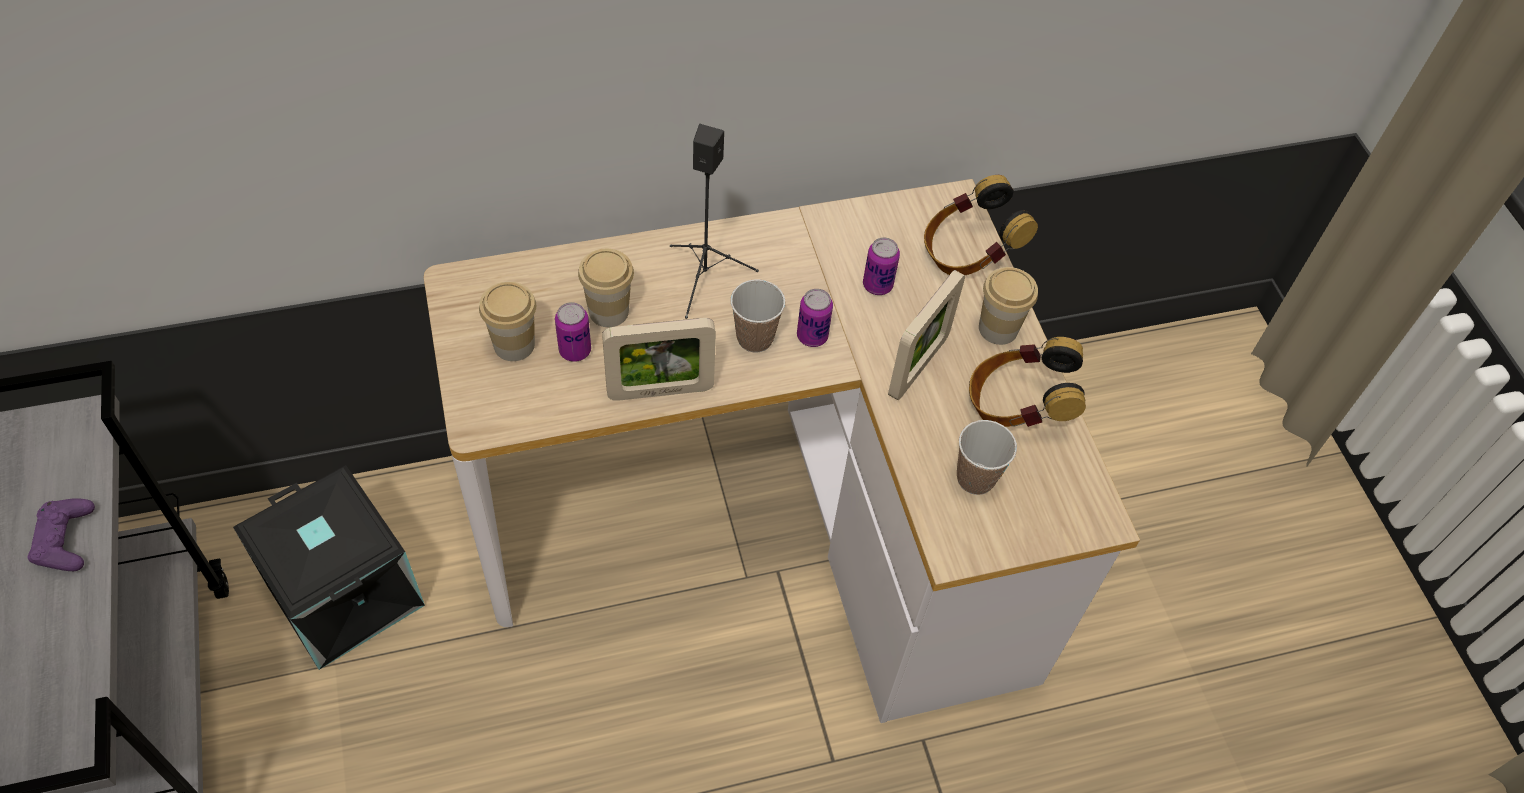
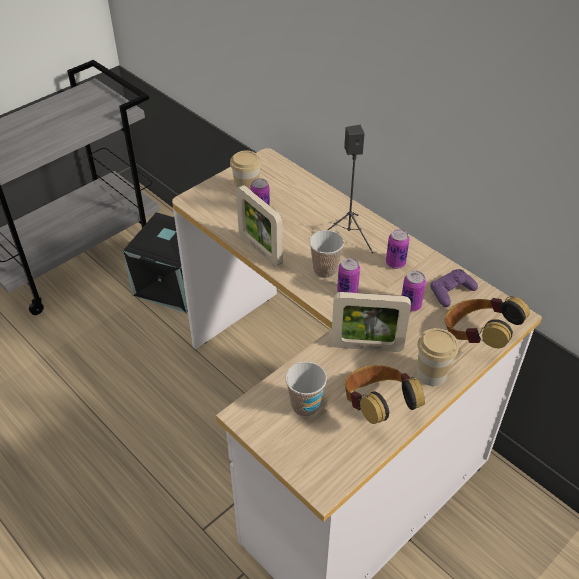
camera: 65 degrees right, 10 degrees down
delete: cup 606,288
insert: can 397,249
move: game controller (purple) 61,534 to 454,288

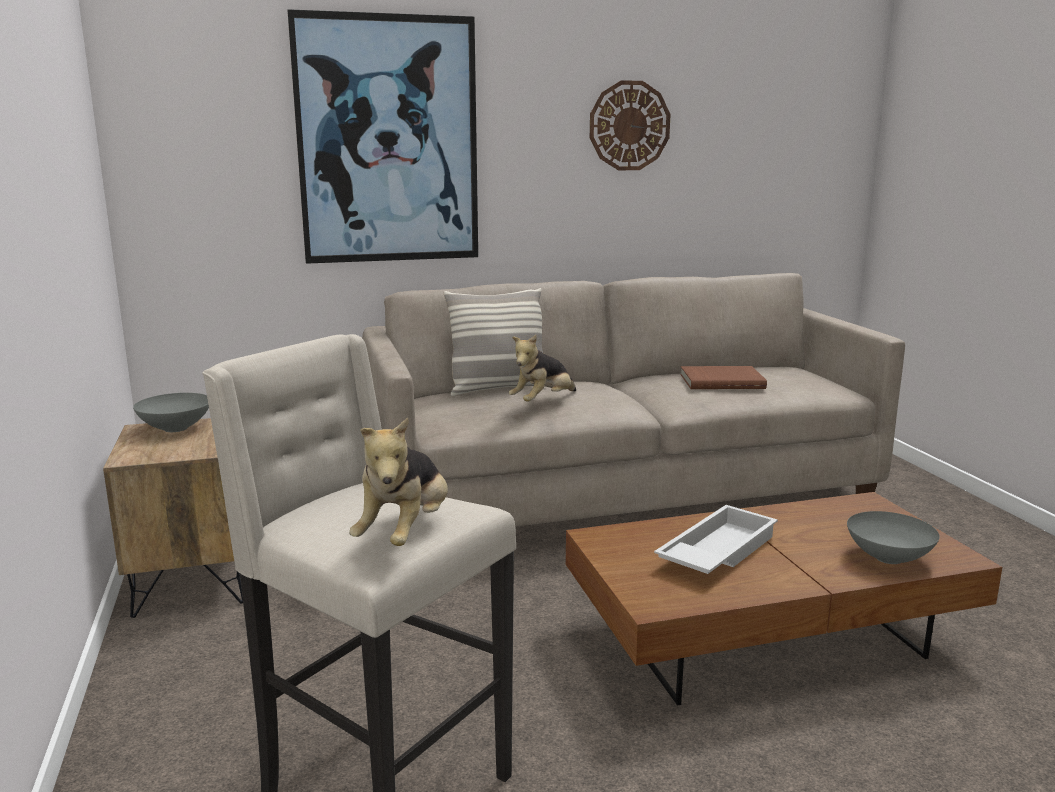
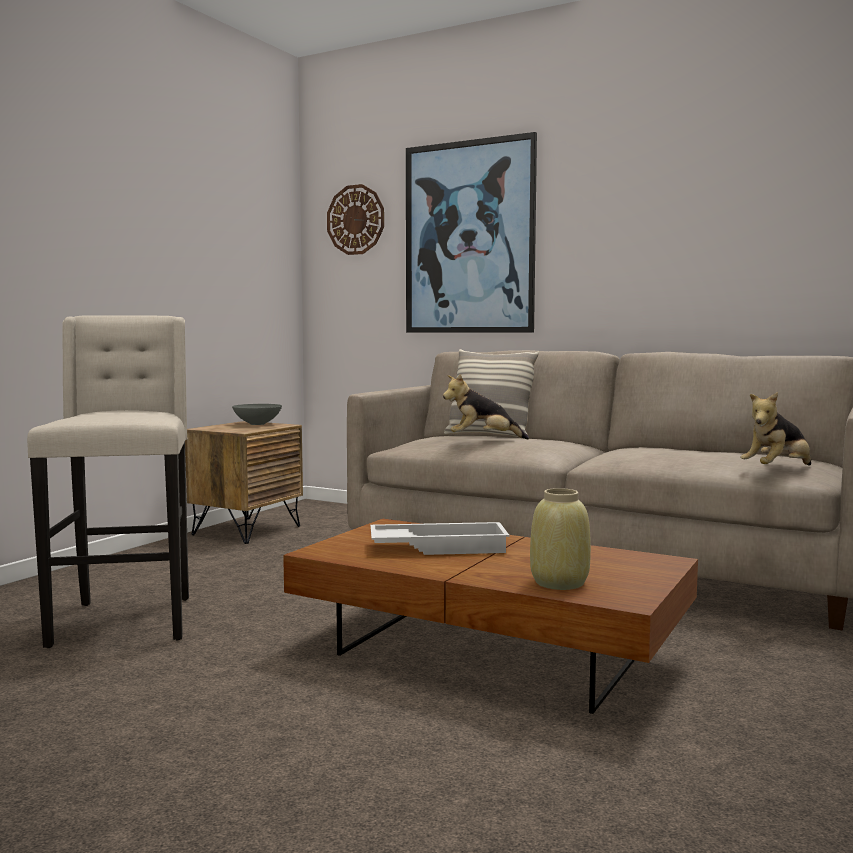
camera: 45 degrees right, 10 degrees down
delete: book (brown) 723,377
move: plush toy 398,482 to 775,429; wall clock 630,125 to 355,219
replace: bowl (grey) 893,537 to vase (beige) 560,539

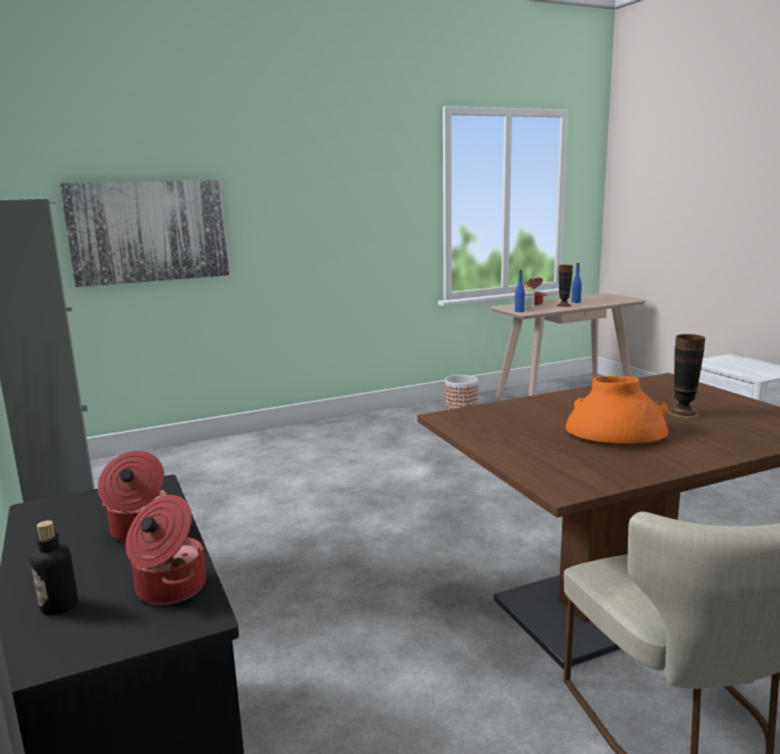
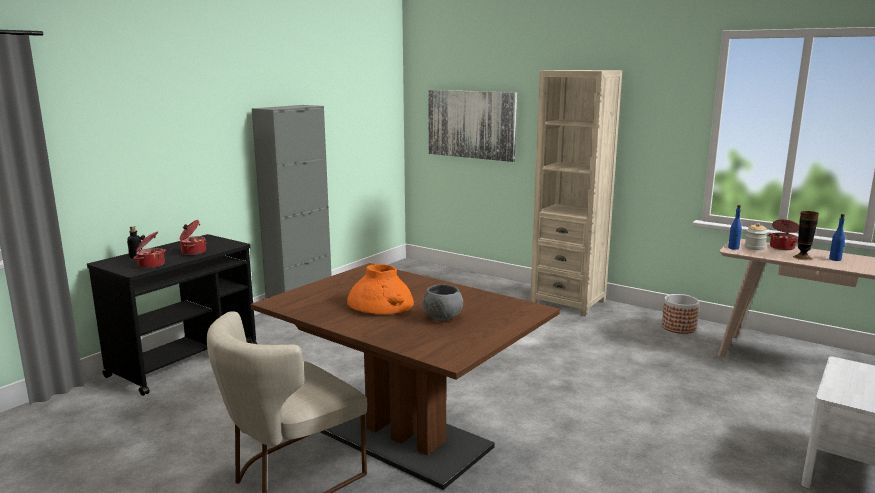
camera: 60 degrees right, 0 degrees up
insert: bookcase (beige) 576,193
replace: vase 686,376 to bowl (grey) 443,302

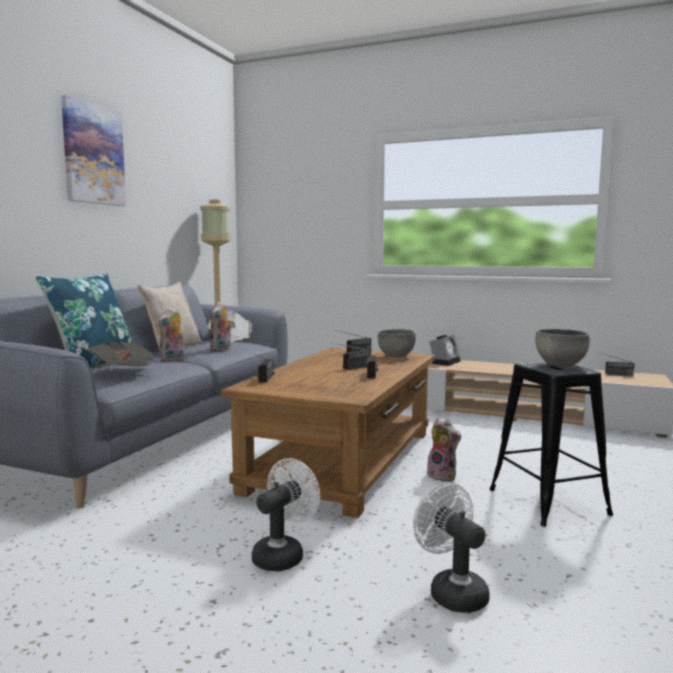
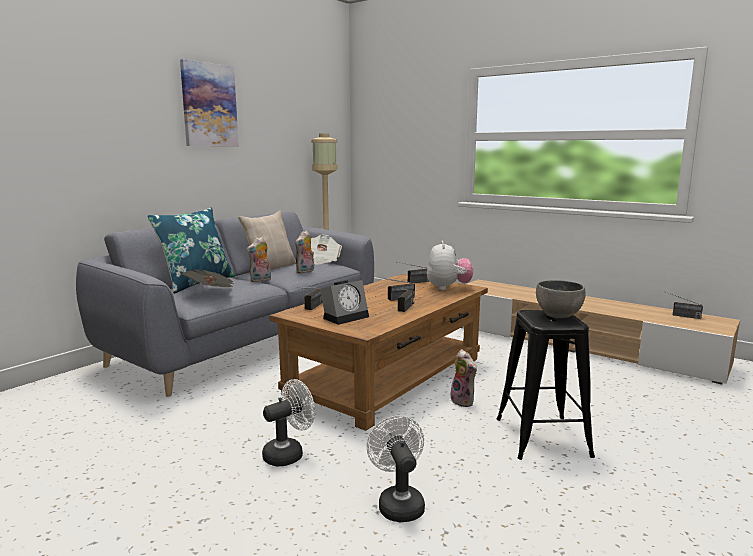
camera: 15 degrees right, 5 degrees up
move: alarm clock 445,350 to 344,302
replace: bowl (grey) 397,343 to plush toy 450,265

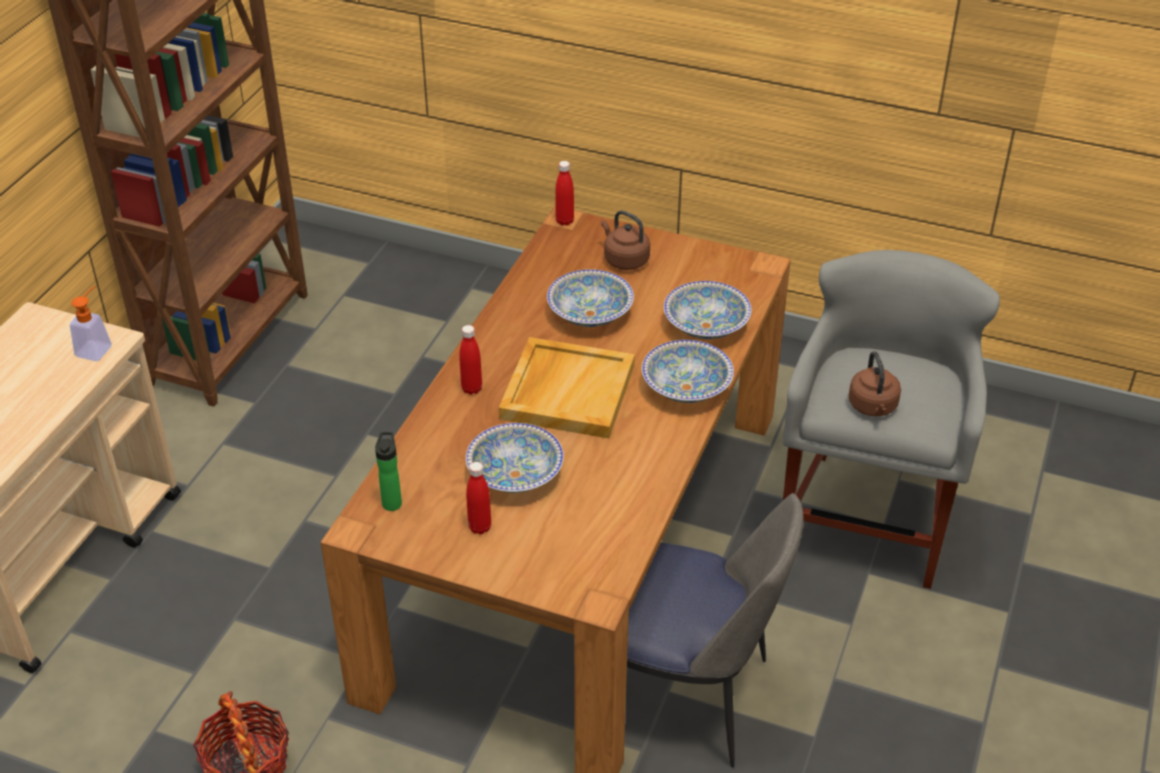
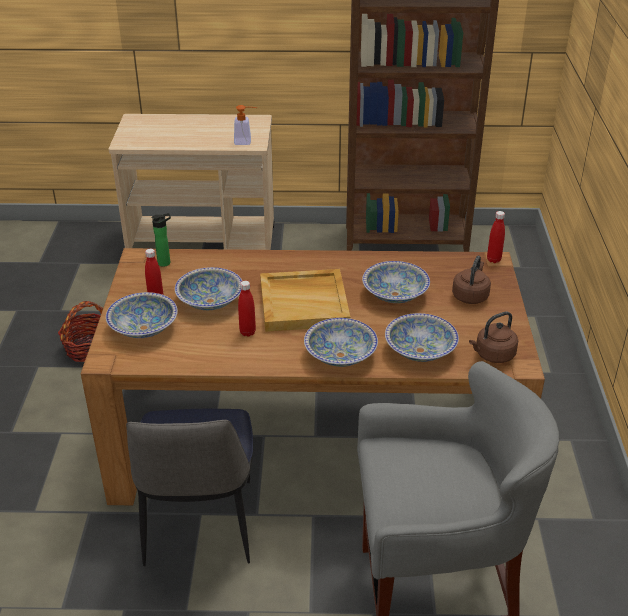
camera: 70 degrees right, 5 degrees down
insert: bowl 142,315
move: bottle (red) 470,360 to 247,309; kettle (brown) 875,383 to 493,337

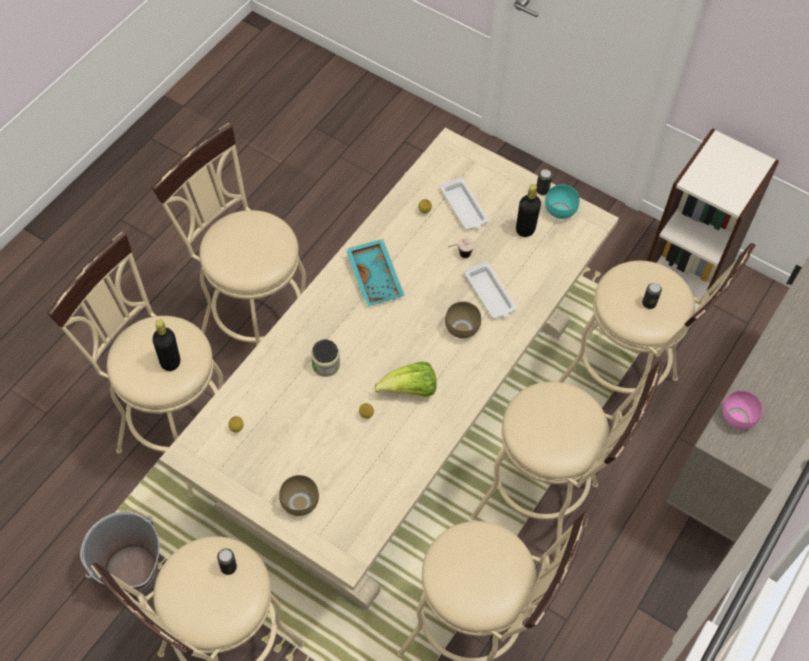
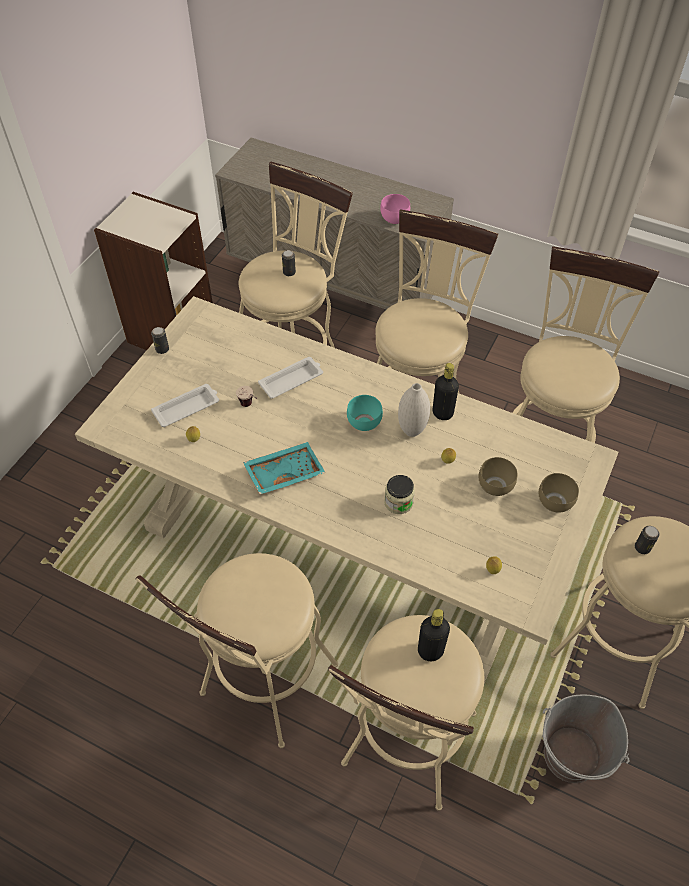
camera: 95 degrees left, 5 degrees down
move: bowl (brown) 463,319 to 498,476; bottle (black) 528,210 to 446,391; bowl (turquoise) 562,201 to 365,413
replace: lettuce 406,379 to vase (white) 414,410

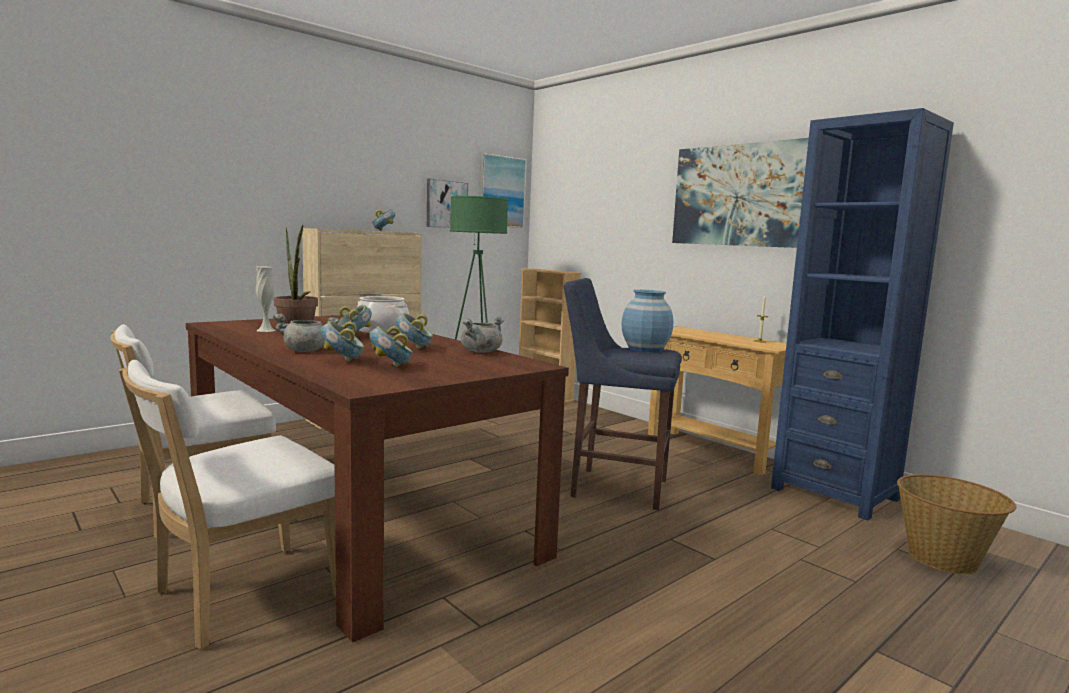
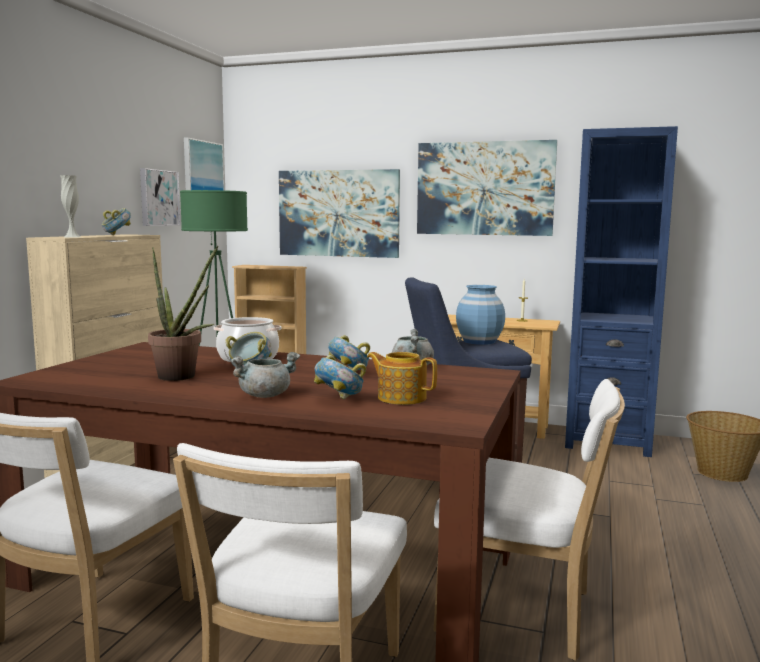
camera: 30 degrees left, 0 degrees up
insert: picture 339,213; chair (white) 529,520
move: vase (white) 266,299 to 70,206
replace: bowl 391,346 to teapot 402,378

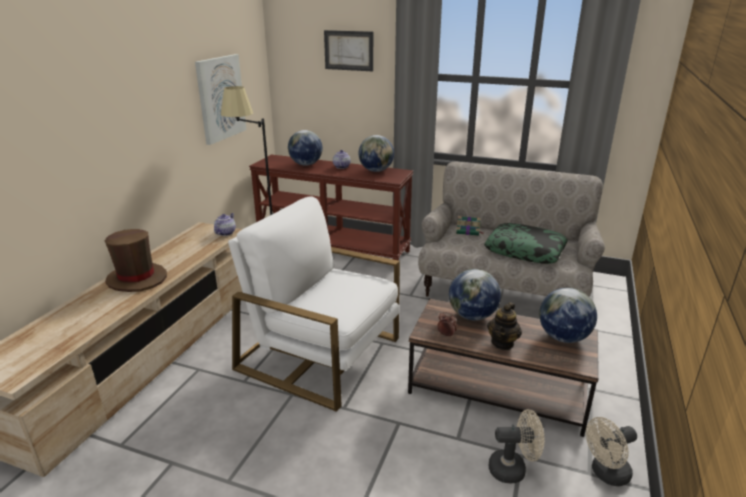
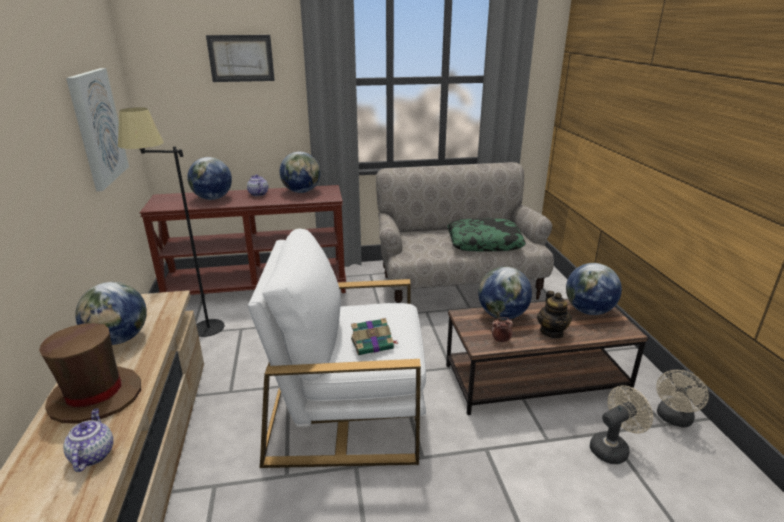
camera: 30 degrees left, 0 degrees up
insert: globe 111,313
move: teapot 225,224 to 88,440; book 469,226 to 374,336

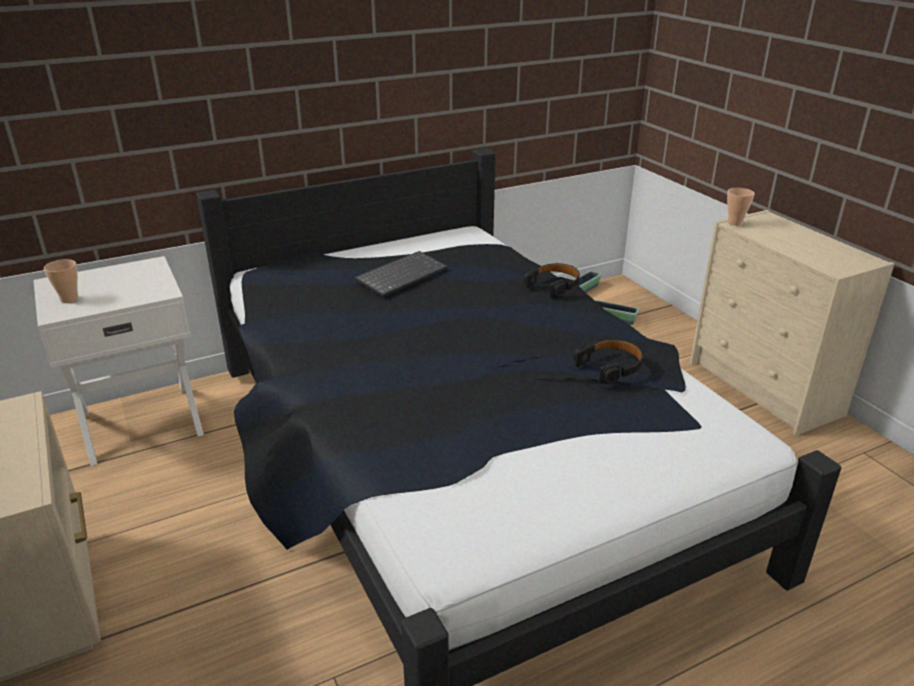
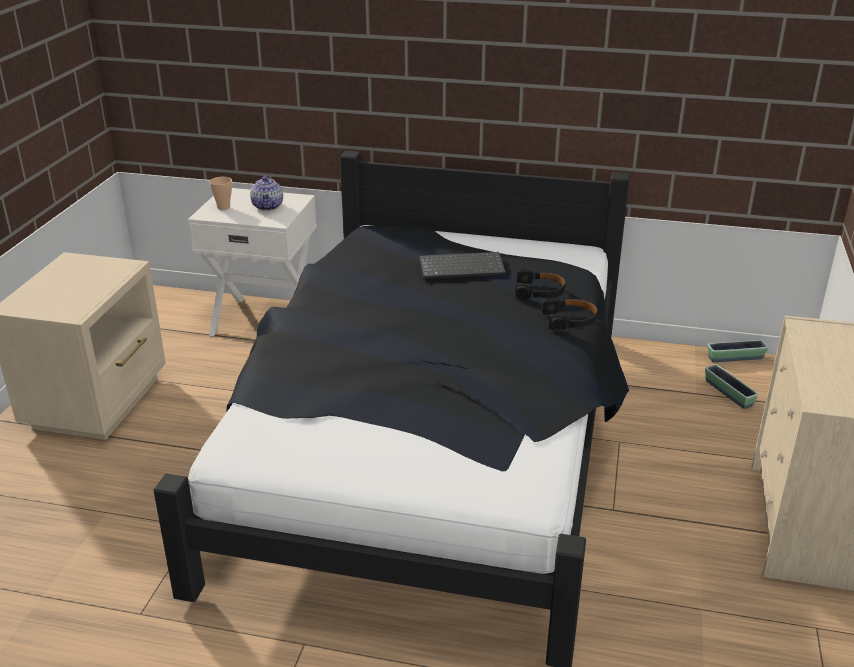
camera: 40 degrees right, 0 degrees up
delete: cup 741,207
insert: teapot 266,193
move: headphones (black) 608,361 to 540,284

